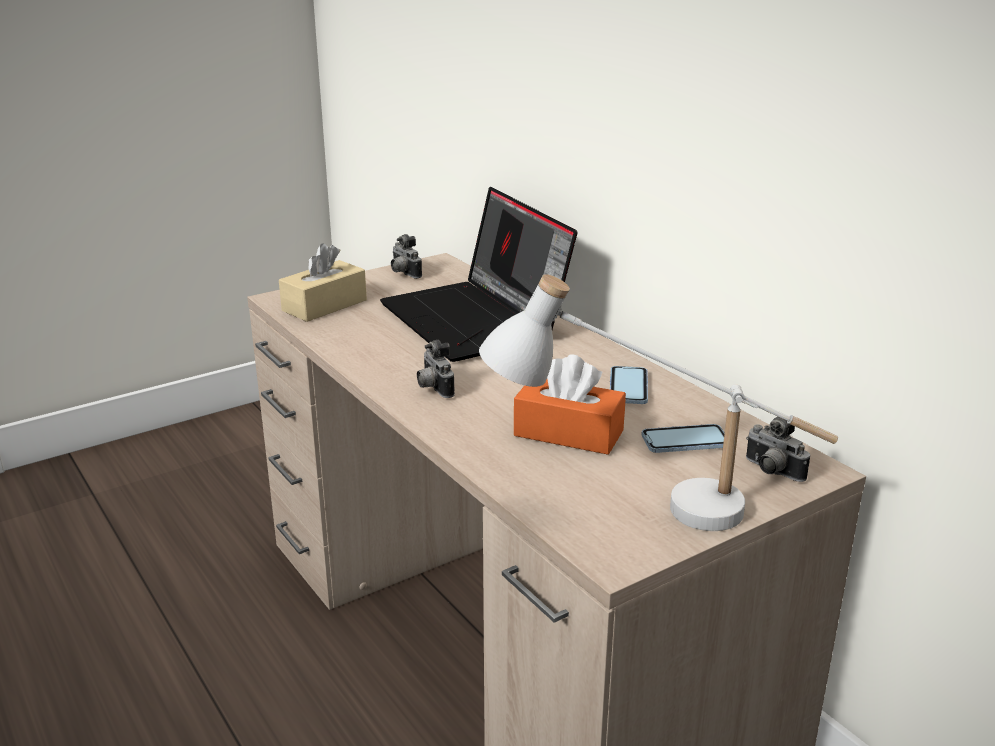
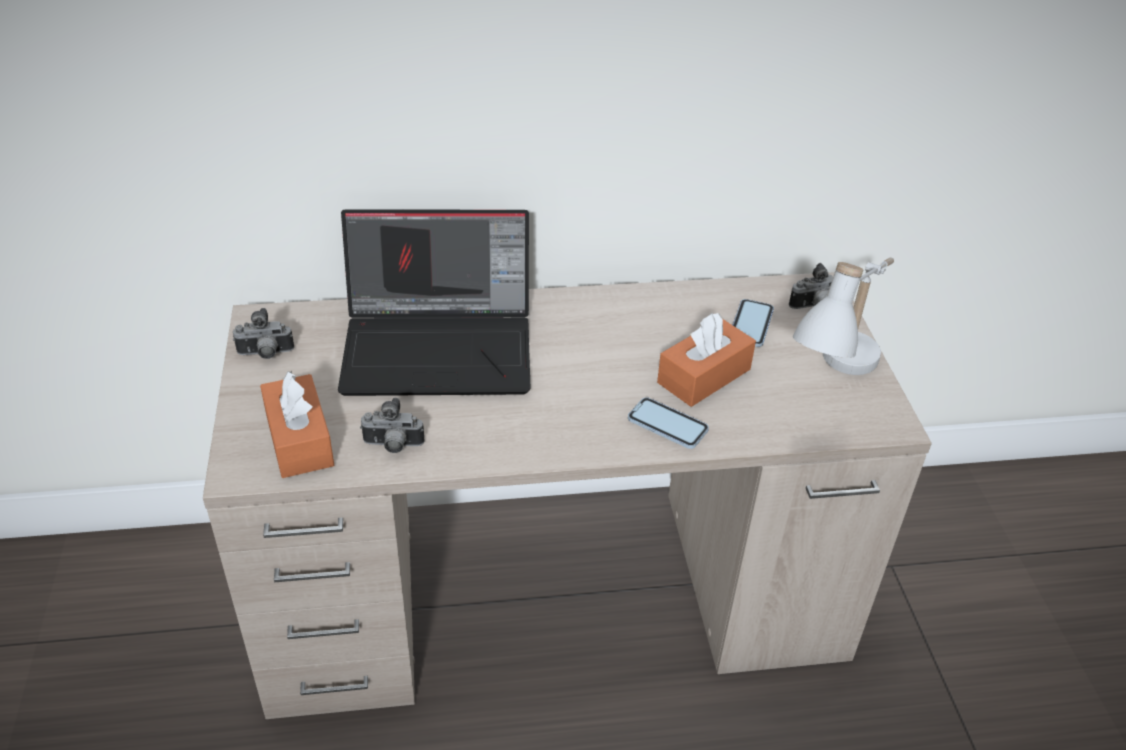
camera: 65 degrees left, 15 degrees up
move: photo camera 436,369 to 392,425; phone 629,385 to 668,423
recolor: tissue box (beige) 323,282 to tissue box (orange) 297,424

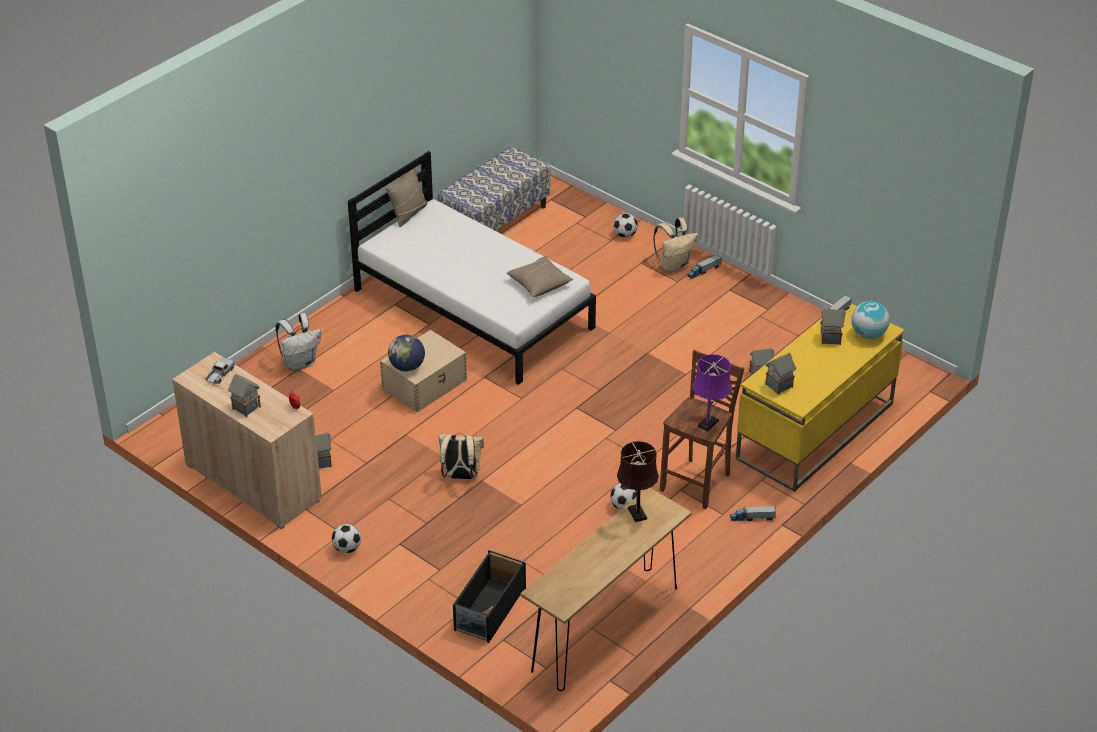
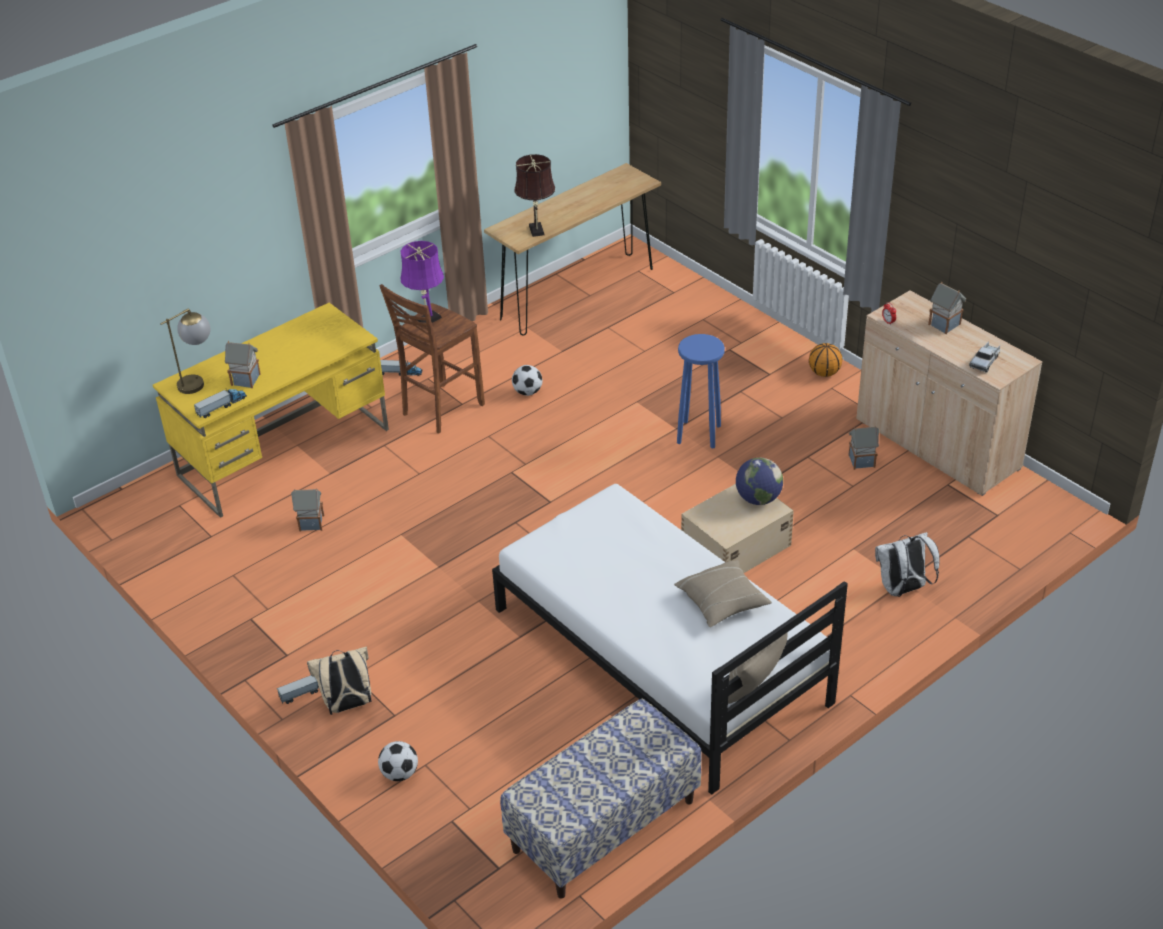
camera: 170 degrees left, 0 degrees up
delete: storage box (black) 489,596; toy house 780,374
move: pillow (beige) 539,276 to 723,593
replace: football 346,538 to basketball 825,360; backpack (beige) 461,456 to stool (blue) 701,391; globe 870,320 to table lamp 185,351

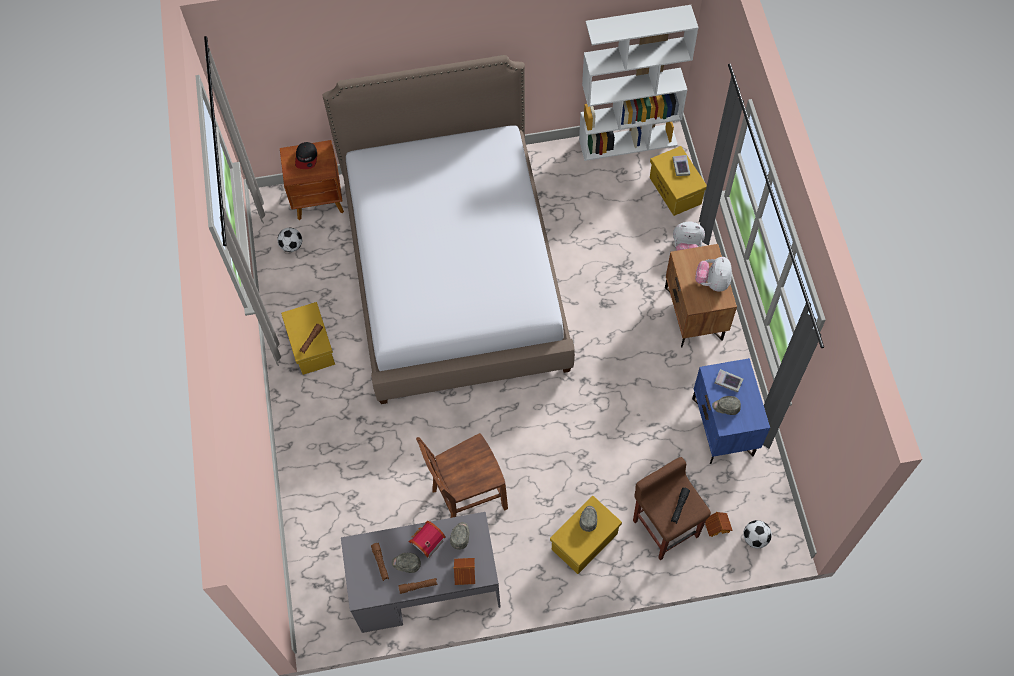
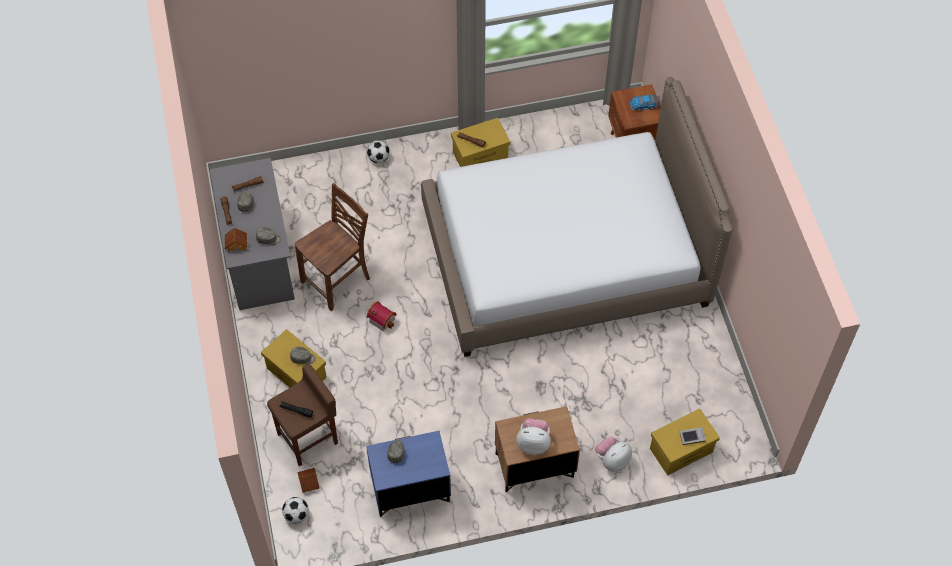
camera: 85 degrees right, 5 degrees down
delete: bookcase (white) 639,83; book 728,381
move: football 289,240 to 378,151; toy house 427,539 to 382,316
replace: cap 306,155 to toy car 644,103
rotate: chair (brown) 462,475 = 332,247 75 degrees clockwise; plush toy 689,236 = 613,454 45 degrees clockwise

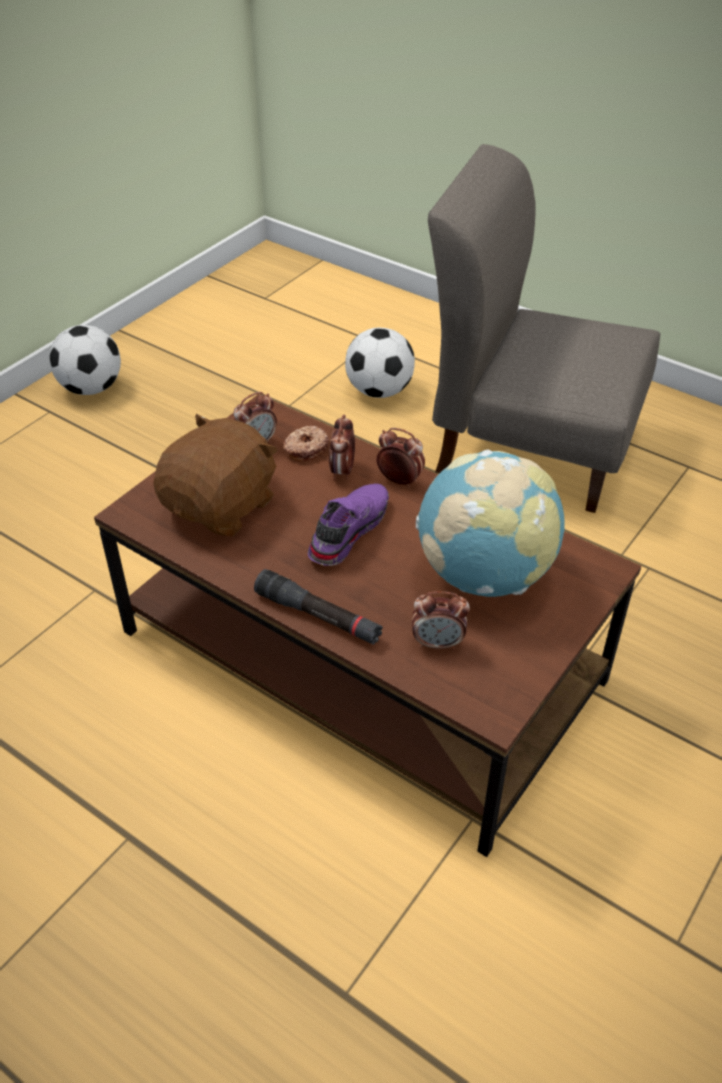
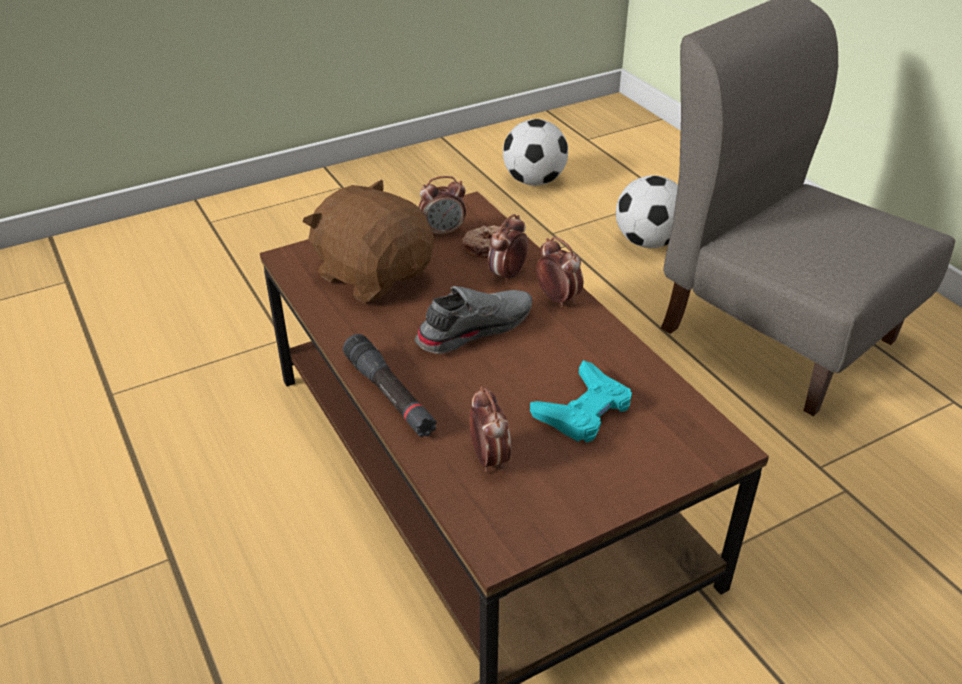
camera: 25 degrees right, 5 degrees down
move: football 85,360 to 535,152
replace: globe 490,523 to game controller (turquoise) 581,401
recolor: shoe (purple) 348,524 to shoe (grey) 473,320
rotate: plush toy (brown) 215,475 = 368,241 105 degrees counterclockwise; alarm clock 441,620 = 490,429 135 degrees counterclockwise

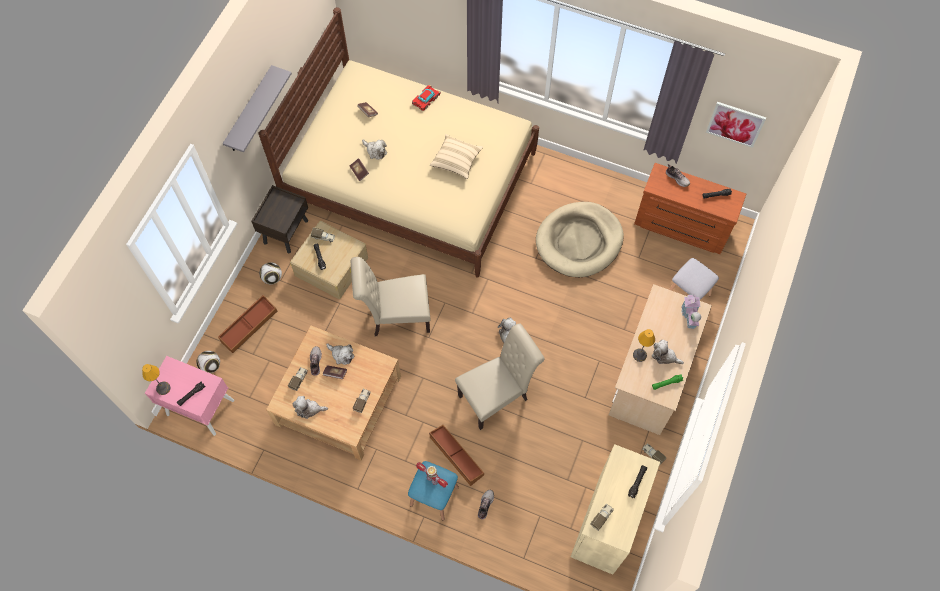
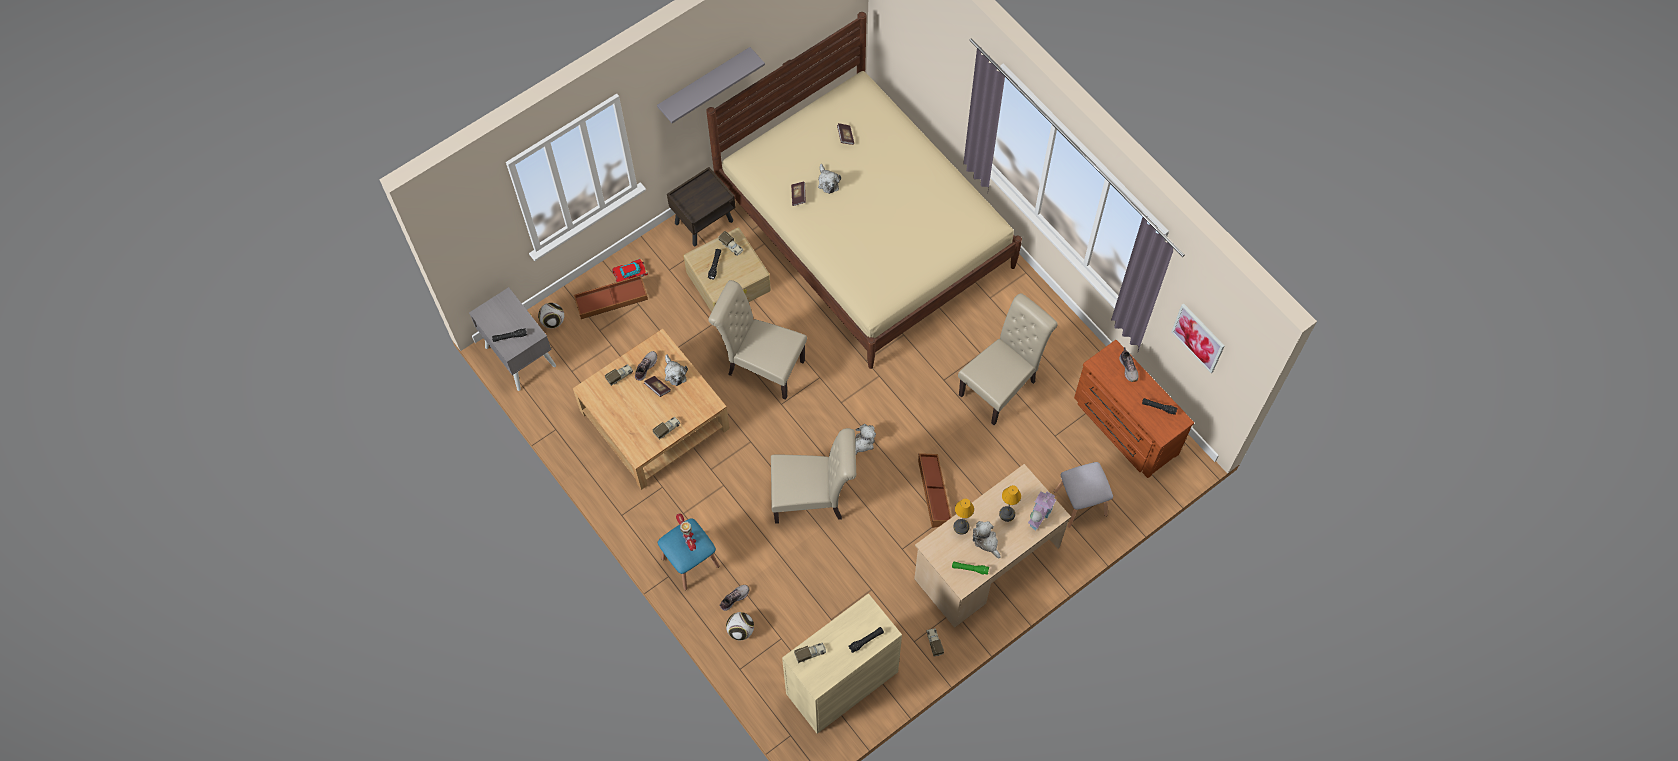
camera: 30 degrees right, 0 degrees up
delete: plush toy 310,407; pillow (beige) 456,156
move: table lamp 156,379 to 1010,503; football 270,273 to 740,626; toy car 426,98 to 630,270; storage box (brown) 456,455 to 934,490
replace: dog bed (beige) 580,239 to chair (beige) 1008,359
recolor: nightstand (pink) 189,396 to nightstand (grey) 512,339

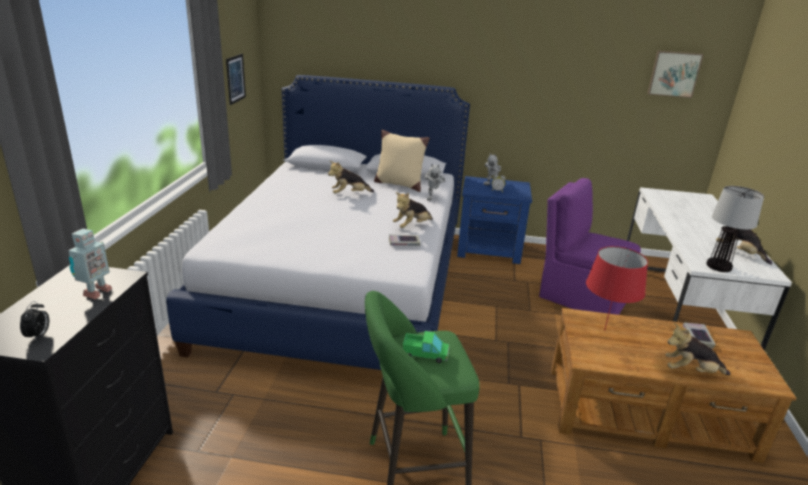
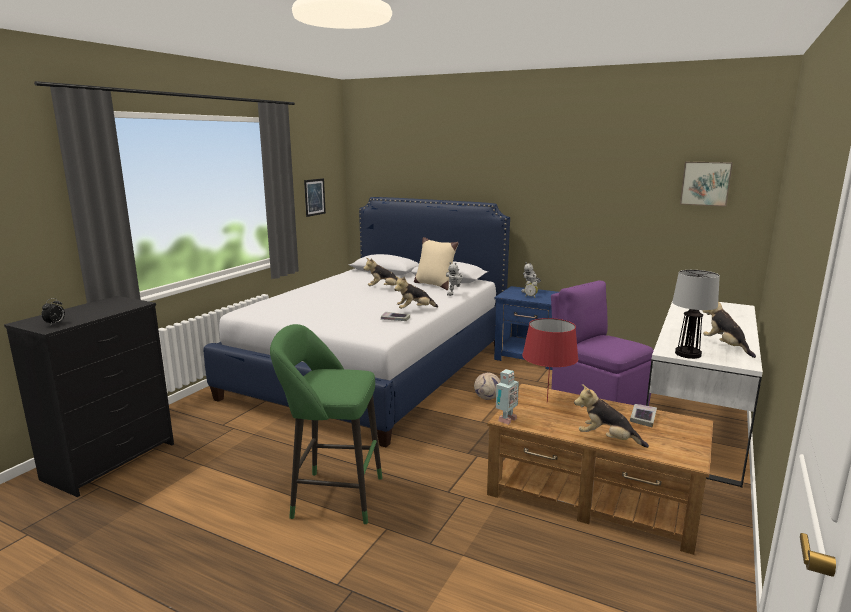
camera: 20 degrees right, 10 degrees down
delete: toy truck 425,347
insert: football 487,386
move: toy robot 90,264 to 507,397

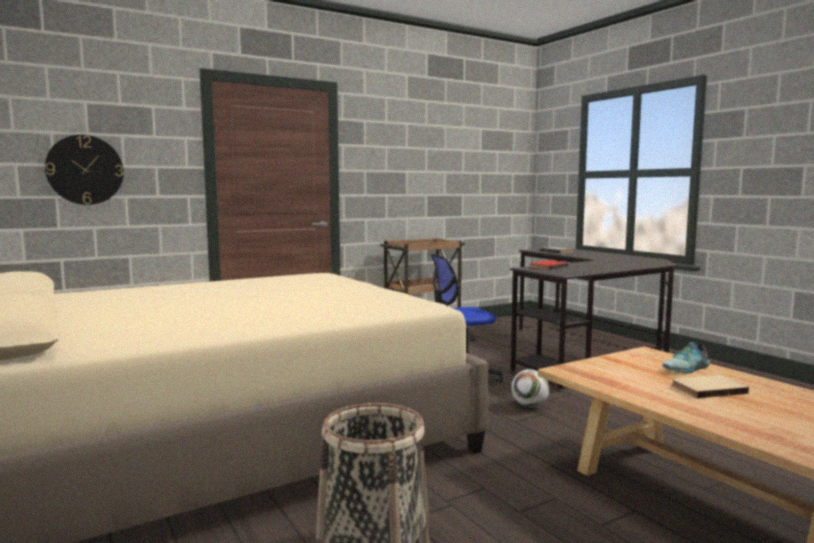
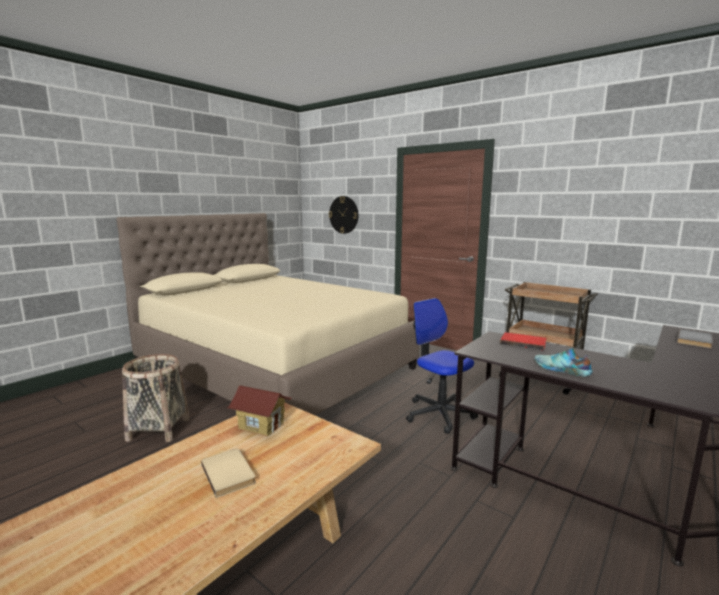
camera: 70 degrees right, 5 degrees up
delete: football 530,388
insert: toy house 259,411
move: shoe 686,358 to 563,362

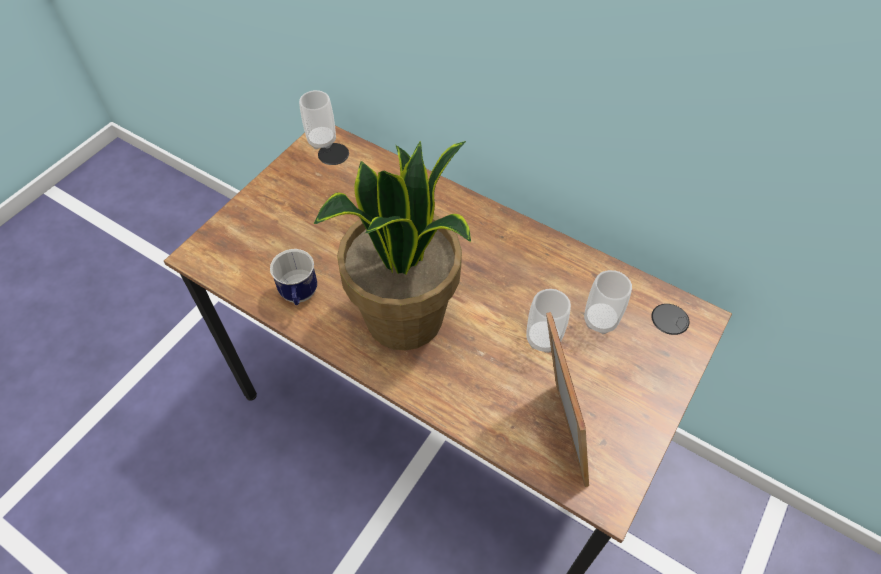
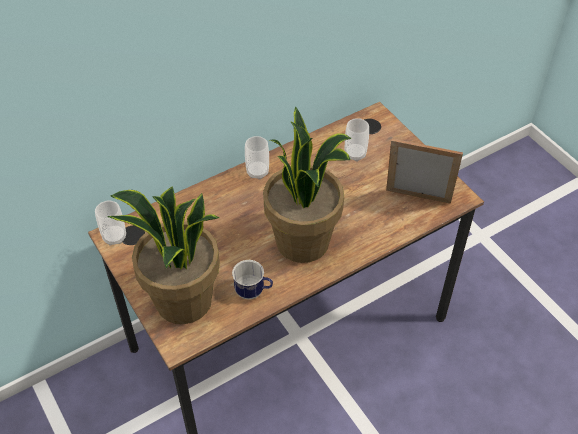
camera: 65 degrees left, 5 degrees down
insert: potted plant 163,255
move: cup 548,321 to 257,158

